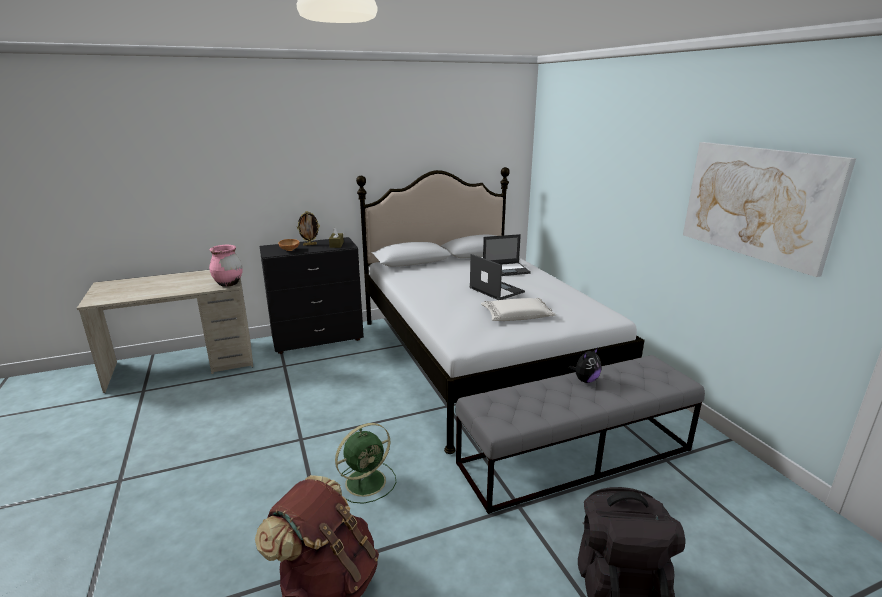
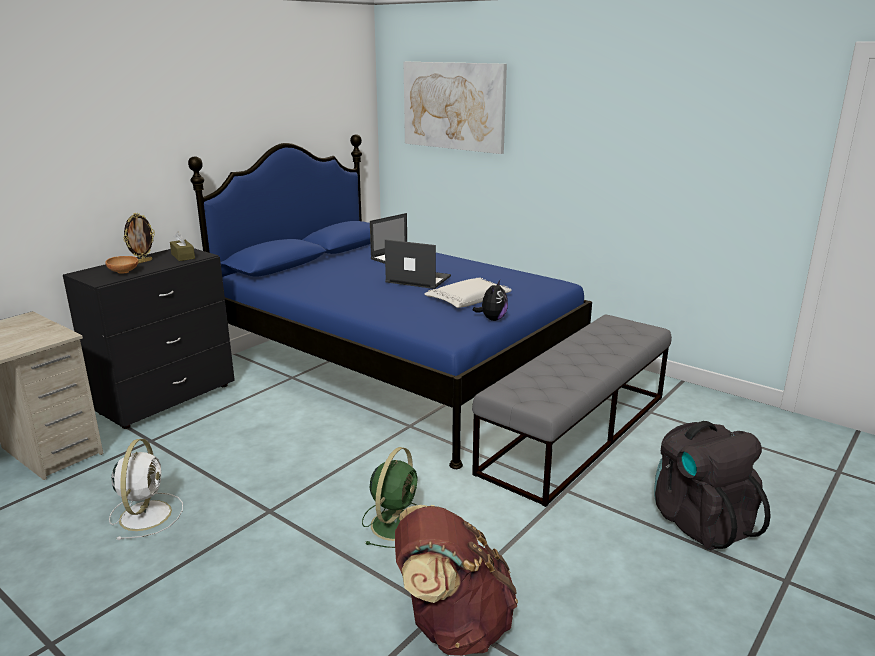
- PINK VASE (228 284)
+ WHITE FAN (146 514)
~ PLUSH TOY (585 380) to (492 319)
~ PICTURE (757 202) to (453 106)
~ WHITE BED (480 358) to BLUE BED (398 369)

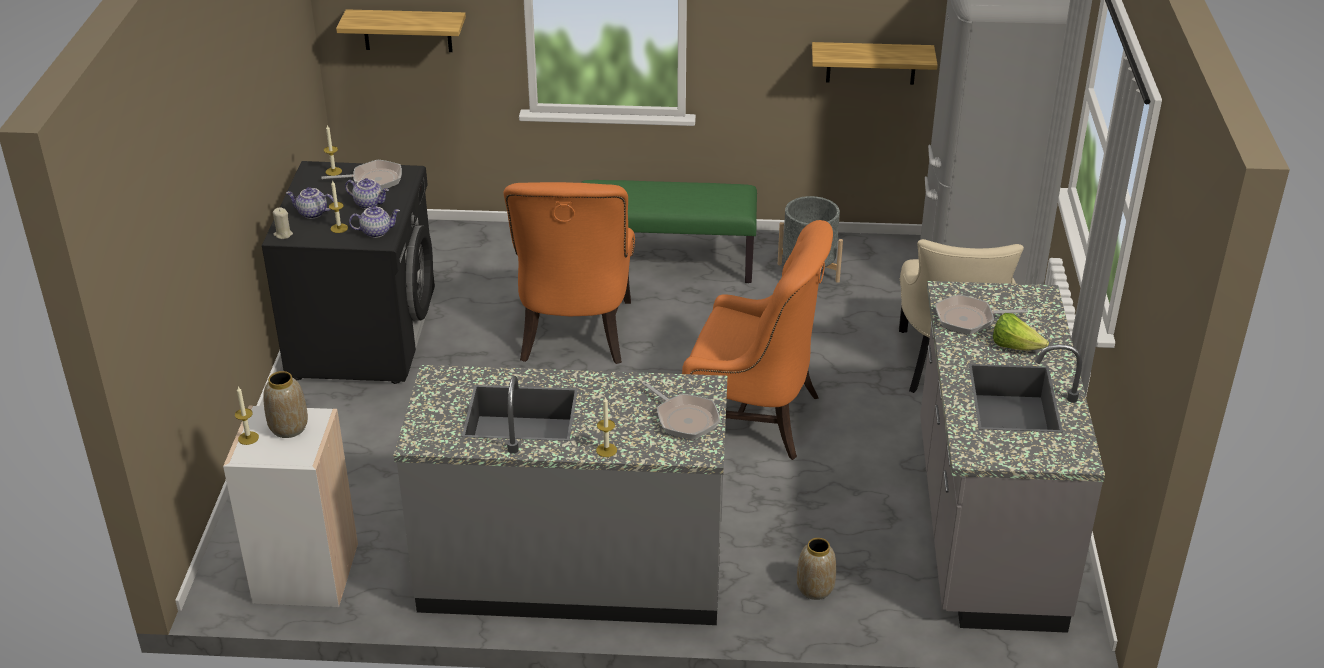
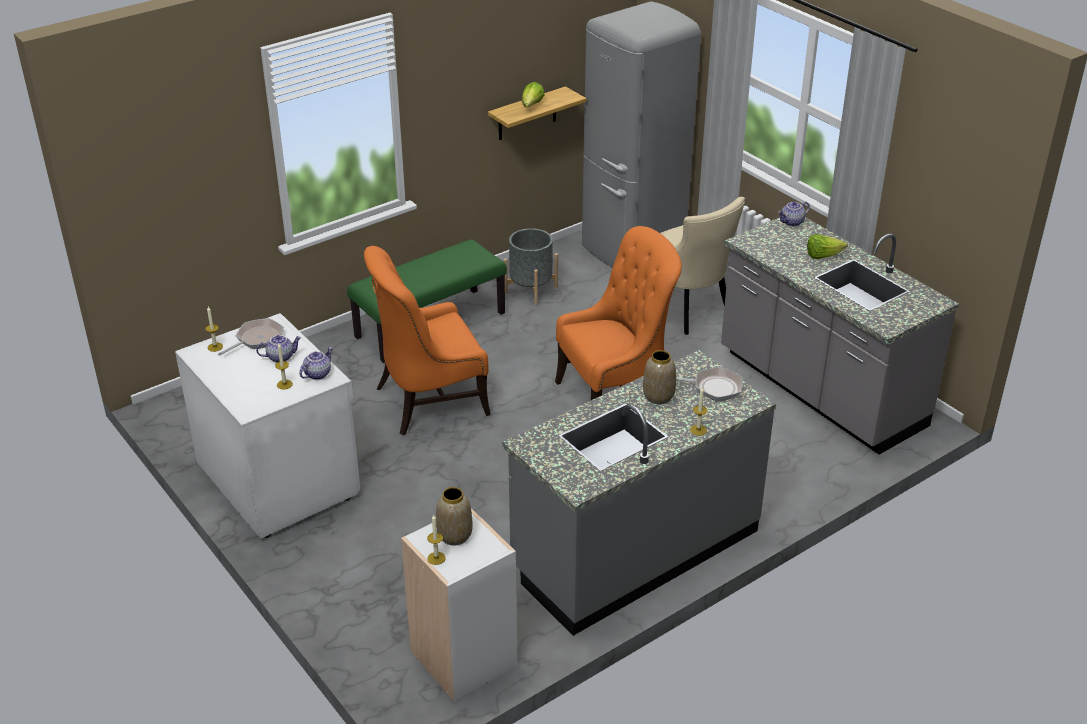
- BEIGE CANDLE (283 234)
- SHELF (407 30)
- FRYING PAN (968 319)
+ LETTUCE (531 106)
~ TEAPOT (312 214) to (792 222)
~ VASE (814 589) to (658 397)
~ BLACK WASHING MACHINE (366 336) to WHITE WASHING MACHINE (280 479)
~ ORANGE CHAIR (575 332) = (430 400) 105 degrees clockwise

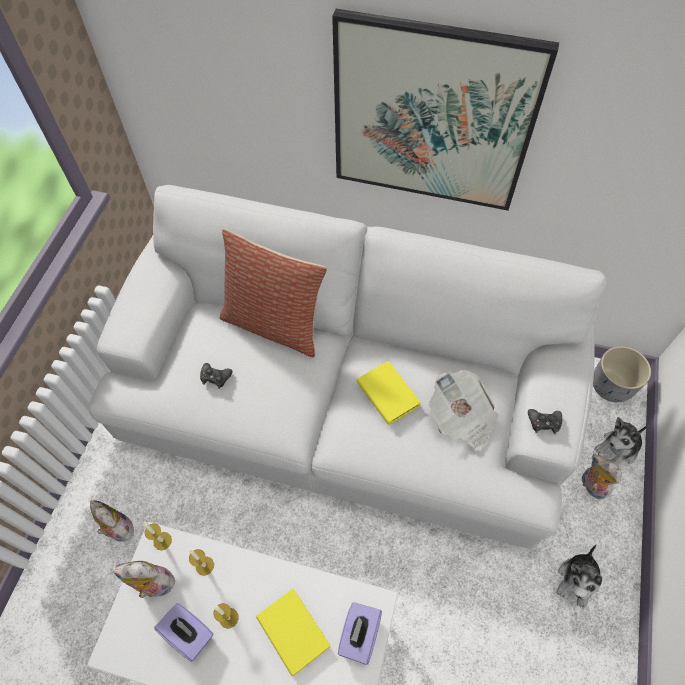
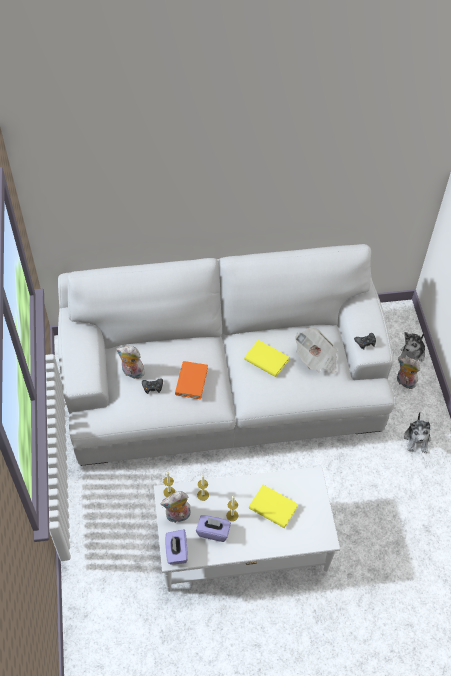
- PILLOW (275 323)
- PICTURE (432 116)
- GREY PLANTER (611 385)
+ ORANGE BOOK (191 381)
~ PLUSH TOY (118 529) to (132 373)
~ PURPLE TISSUE BOX (359 634) to (176 552)

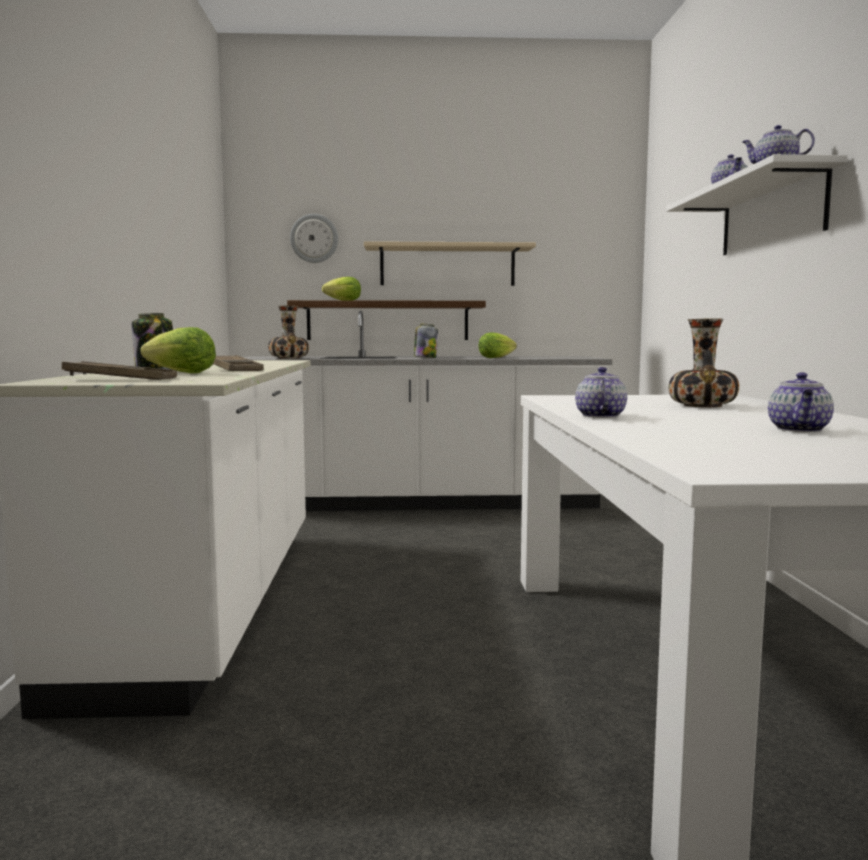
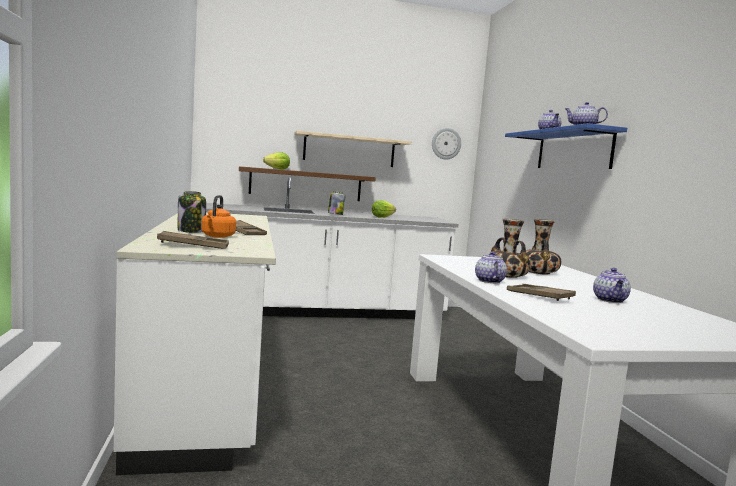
+ BROWN TRAY (539 296)
~ VASE (288 358) to (506 275)
~ WALL CLOCK (314 238) to (446 143)
~ LETTUCE (182 373) to ORANGE KETTLE (217 236)
~ WHITE SHELF (771 214) to BLUE SHELF (573 150)

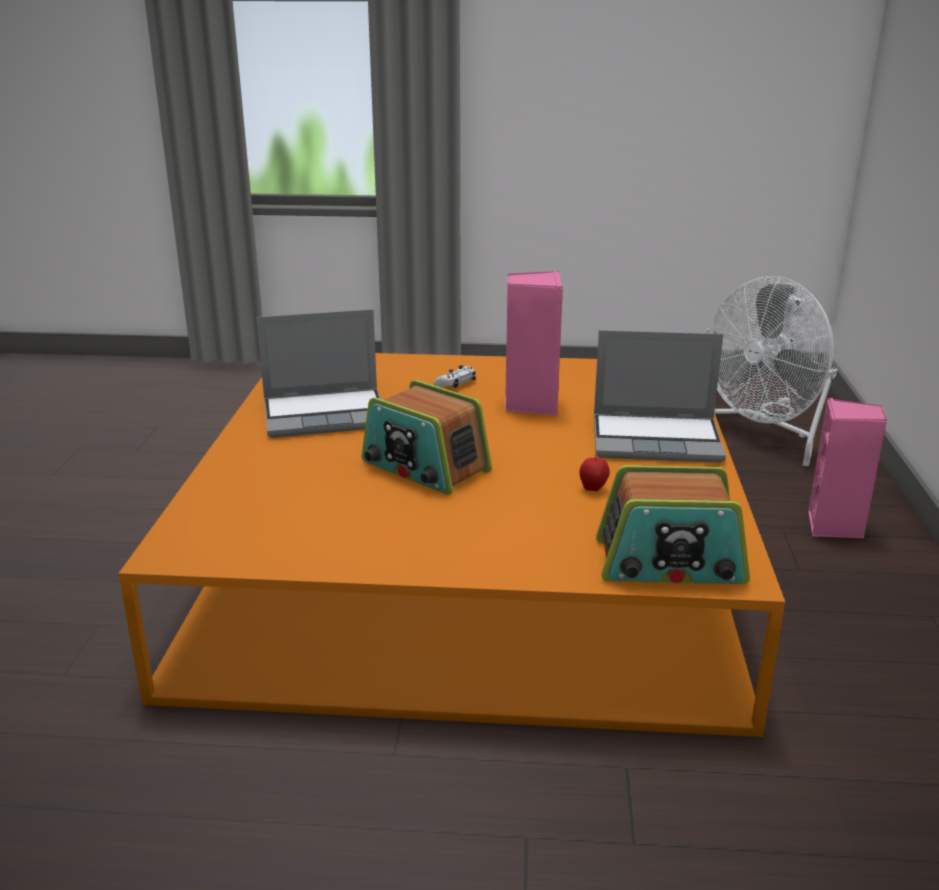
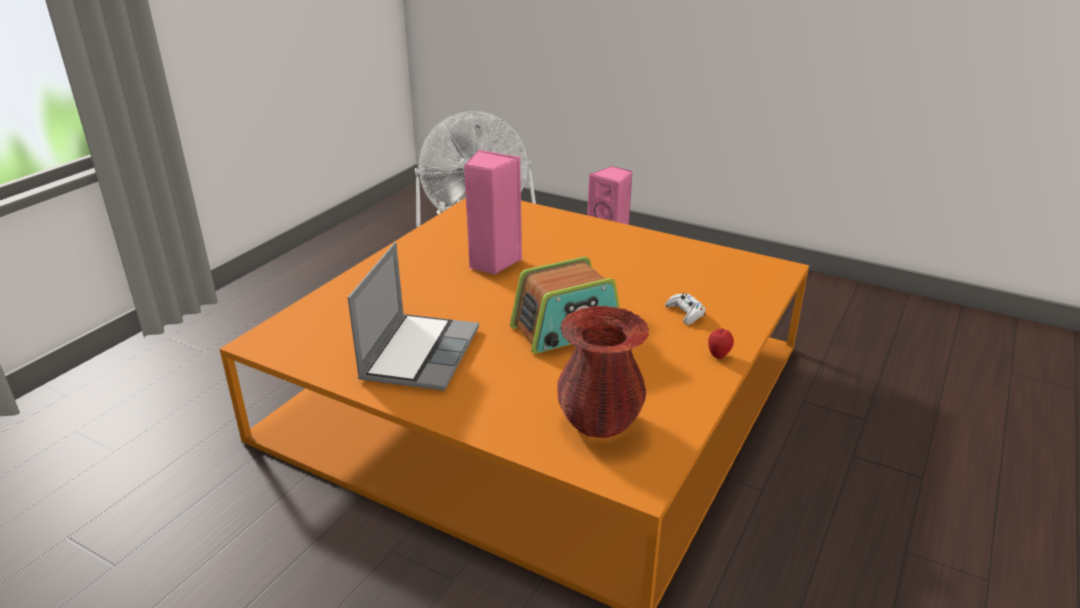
- LAPTOP (657 440)
- RADIO (670 563)
+ RED VASE (600 421)
~ WHITE GAME CONTROLLER (456 383) to (685 313)
~ APPLE (593 489) to (719 355)

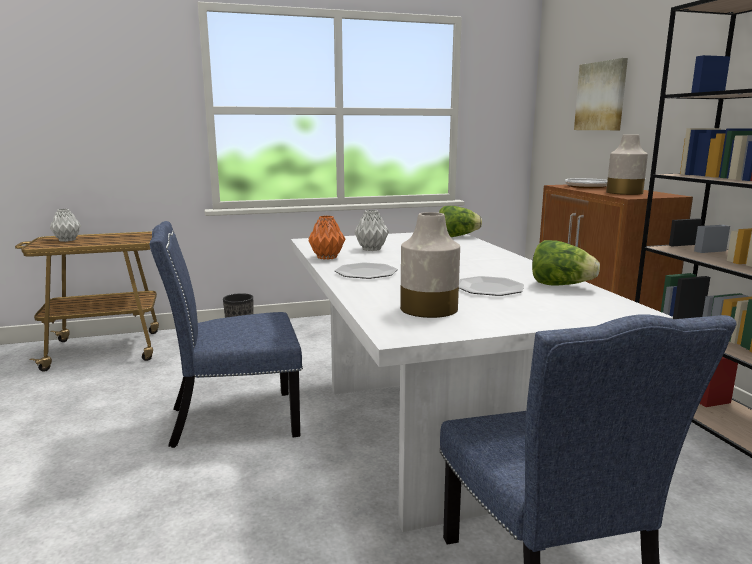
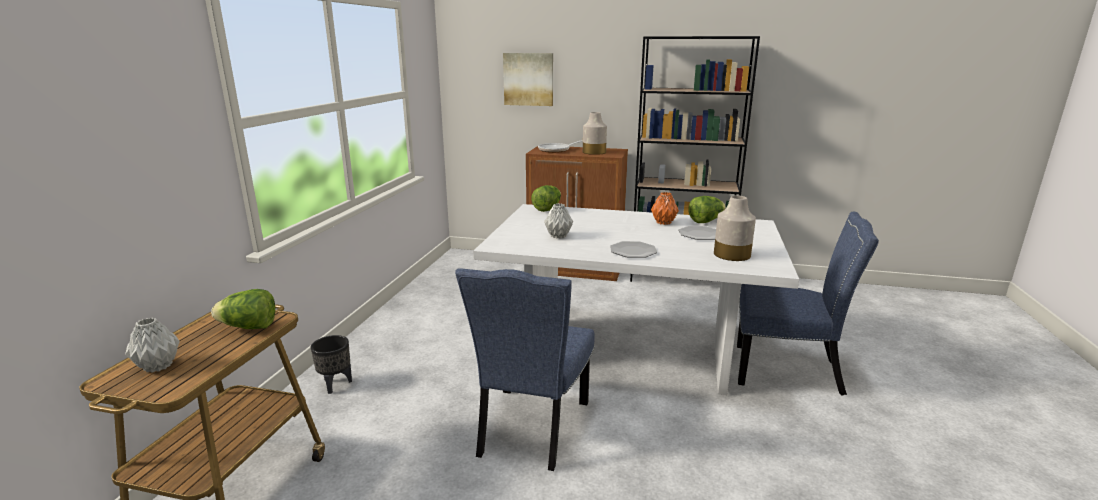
+ LETTUCE (249 327)
~ ORANGE VASE (327 257) to (663 222)

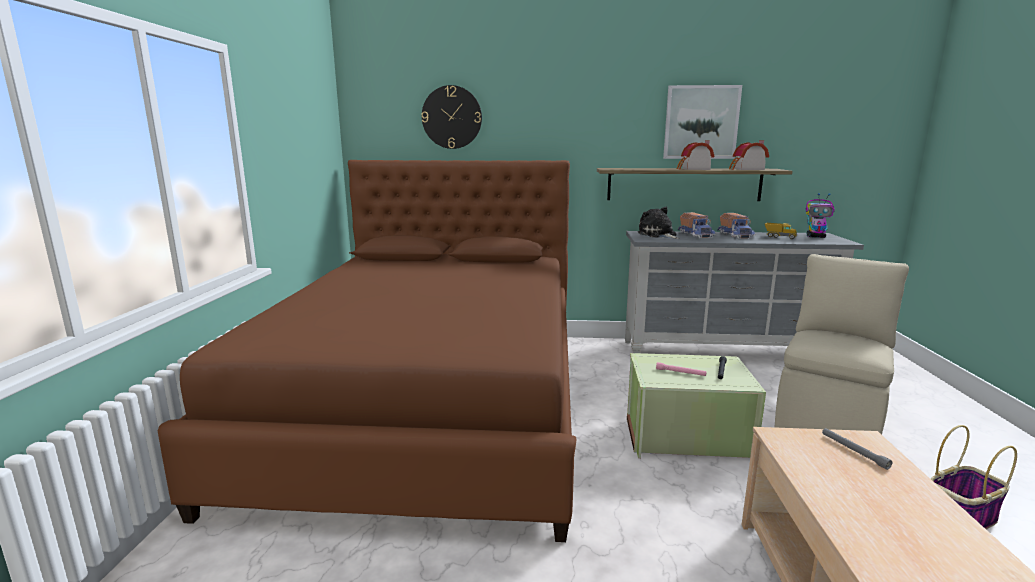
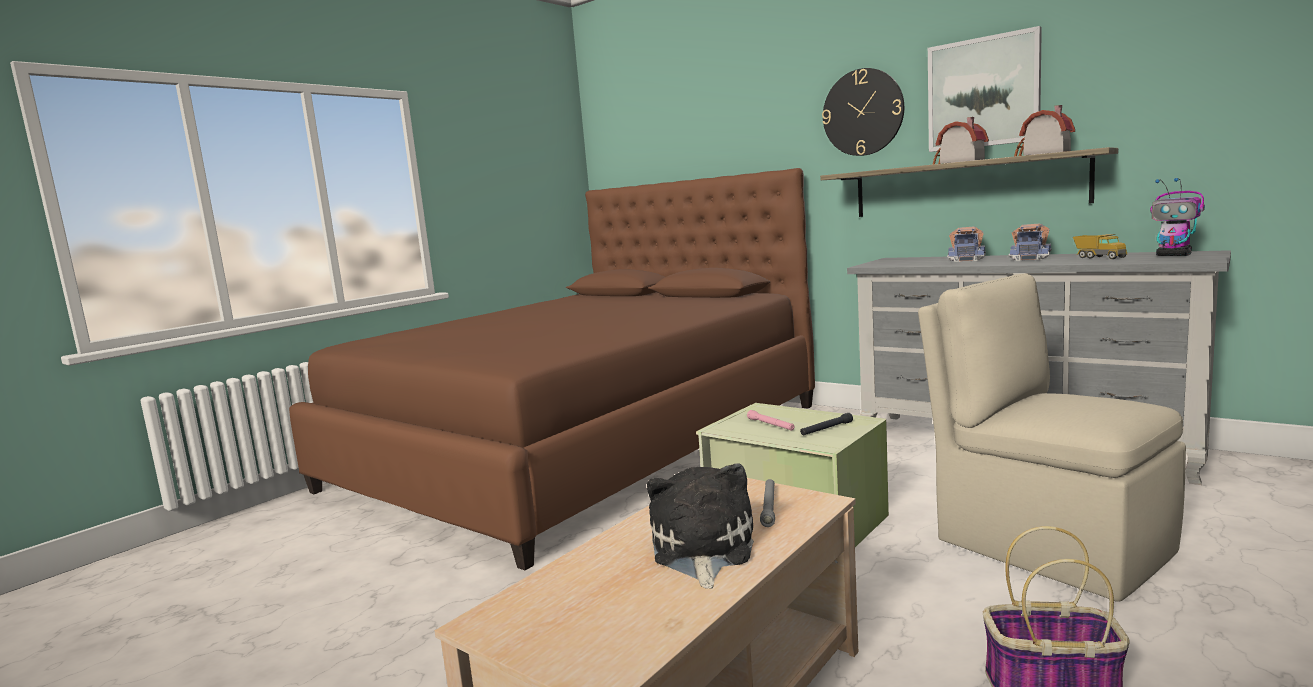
~ WALL CLOCK (452 117) to (863 112)
~ PLUSH TOY (658 235) to (701 550)
~ BEIGE CHAIR (828 421) = (1047 544) 105 degrees counterclockwise

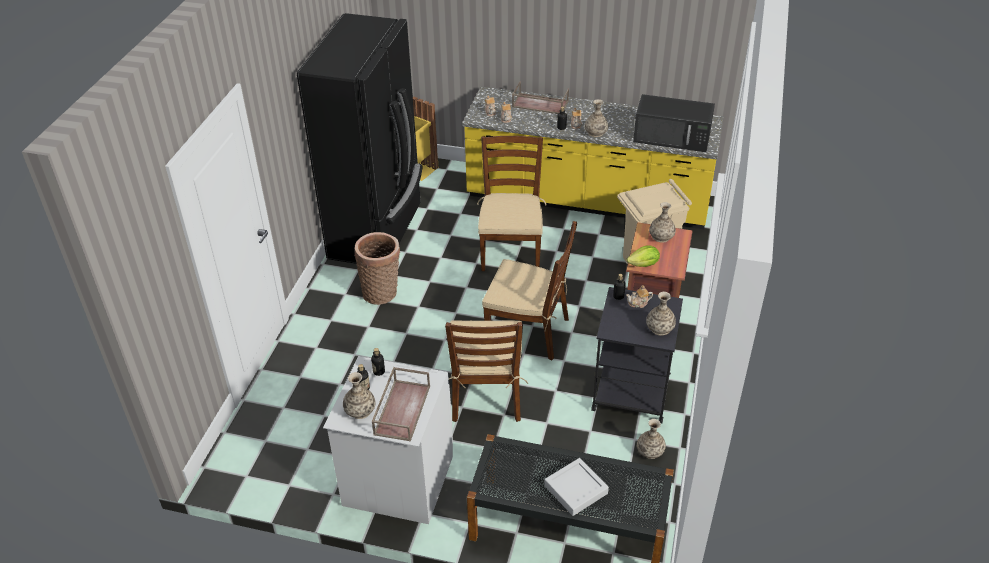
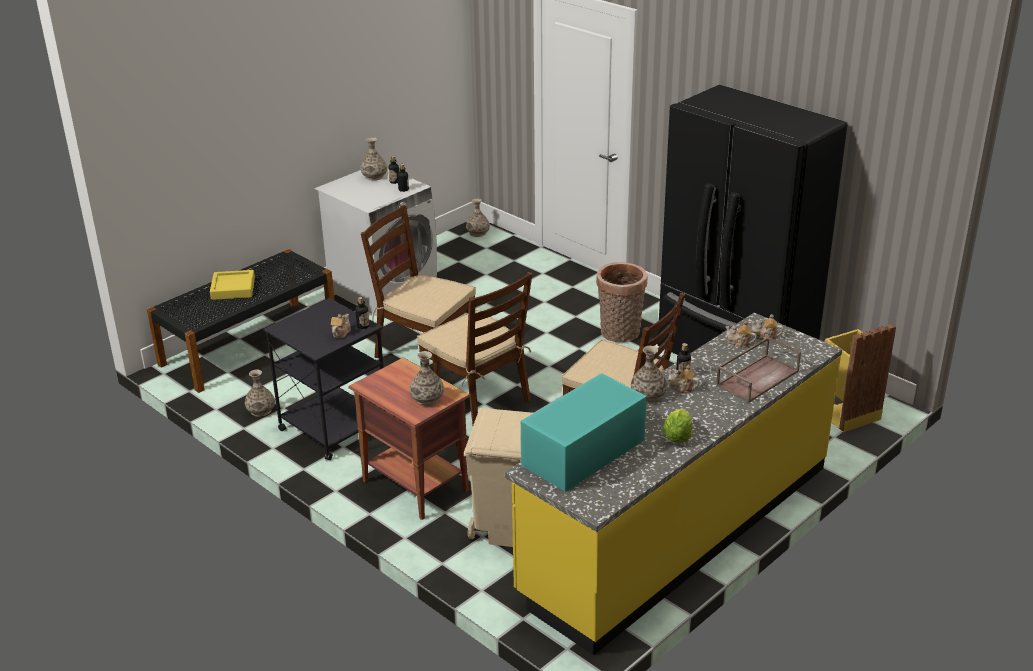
- BROWN TRAY (401 409)
~ LETTUCE (644 265) to (677 436)
~ VASE (660 328) to (477 233)
~ GREY TRAY (576 489) to YELLOW TRAY (233 289)
~ BLACK MICROWAVE (673 137) to TURQUOISE MICROWAVE (582 453)
~ BROWN CHAIR (528 331) = (478 399) 90 degrees counterclockwise

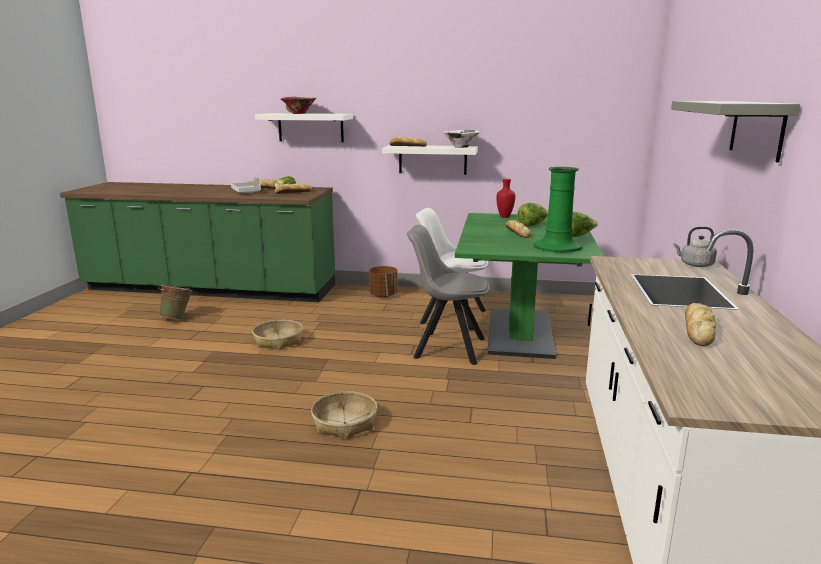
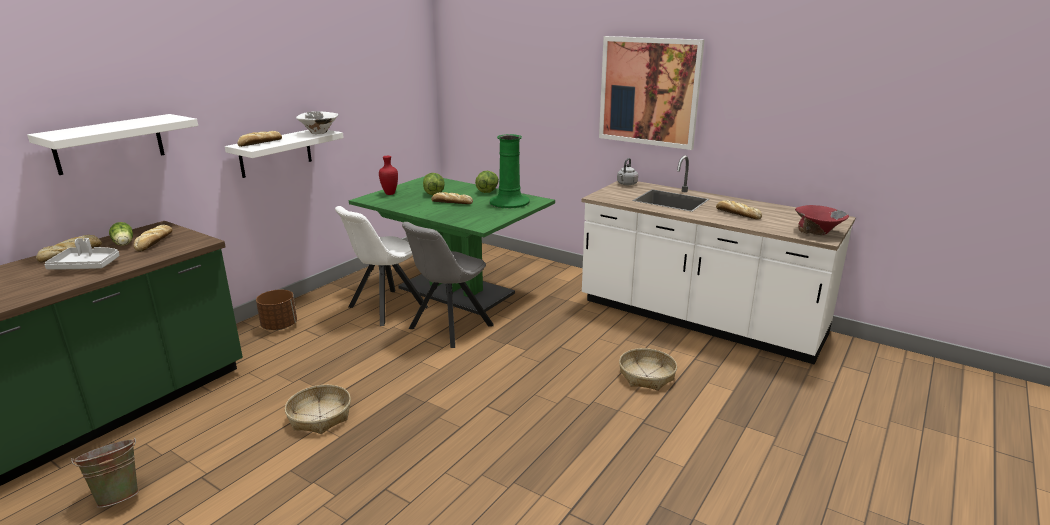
~ RED BOWL (299 114) to (818 232)
~ BASKET (345 423) to (646 376)
~ GREY SHELF (757 129) to PICTURE (649 91)

